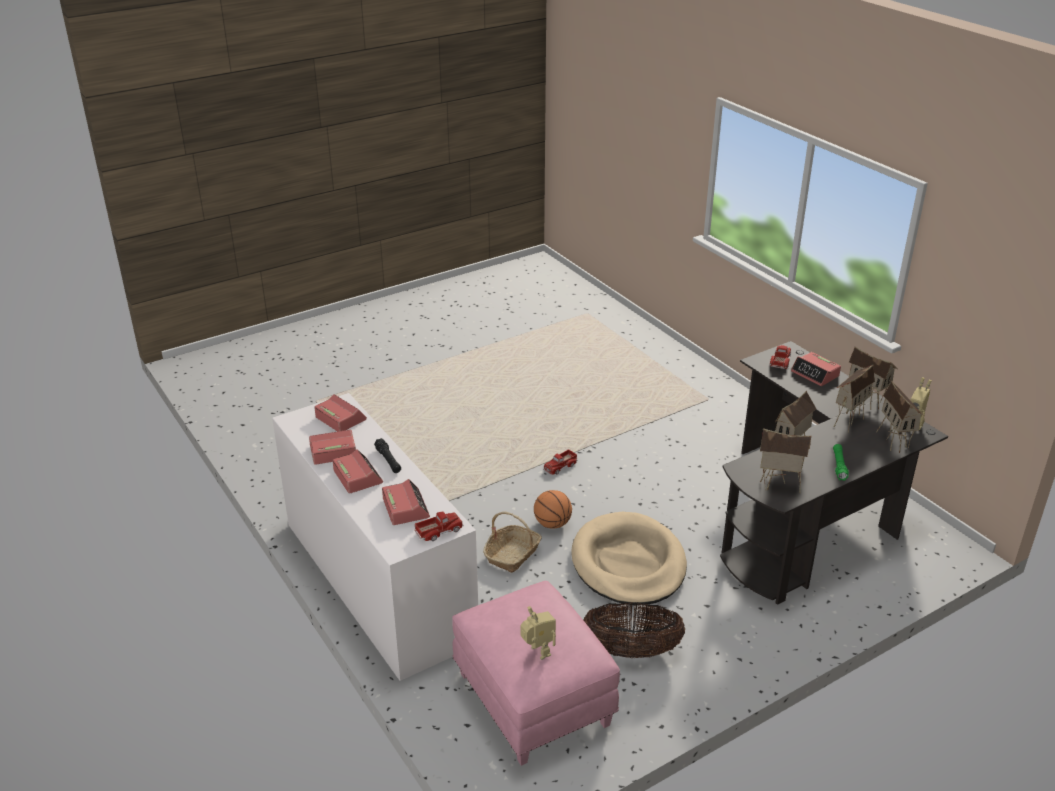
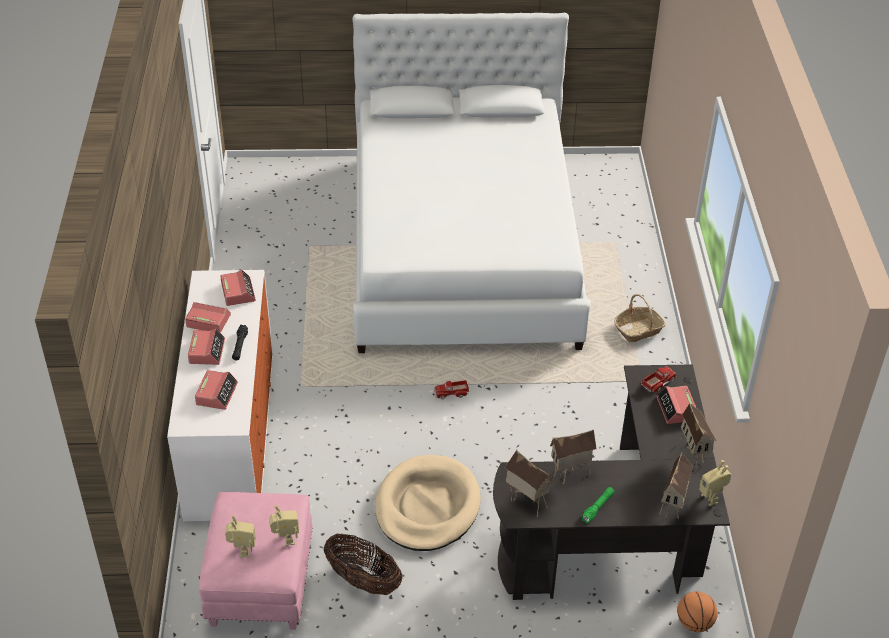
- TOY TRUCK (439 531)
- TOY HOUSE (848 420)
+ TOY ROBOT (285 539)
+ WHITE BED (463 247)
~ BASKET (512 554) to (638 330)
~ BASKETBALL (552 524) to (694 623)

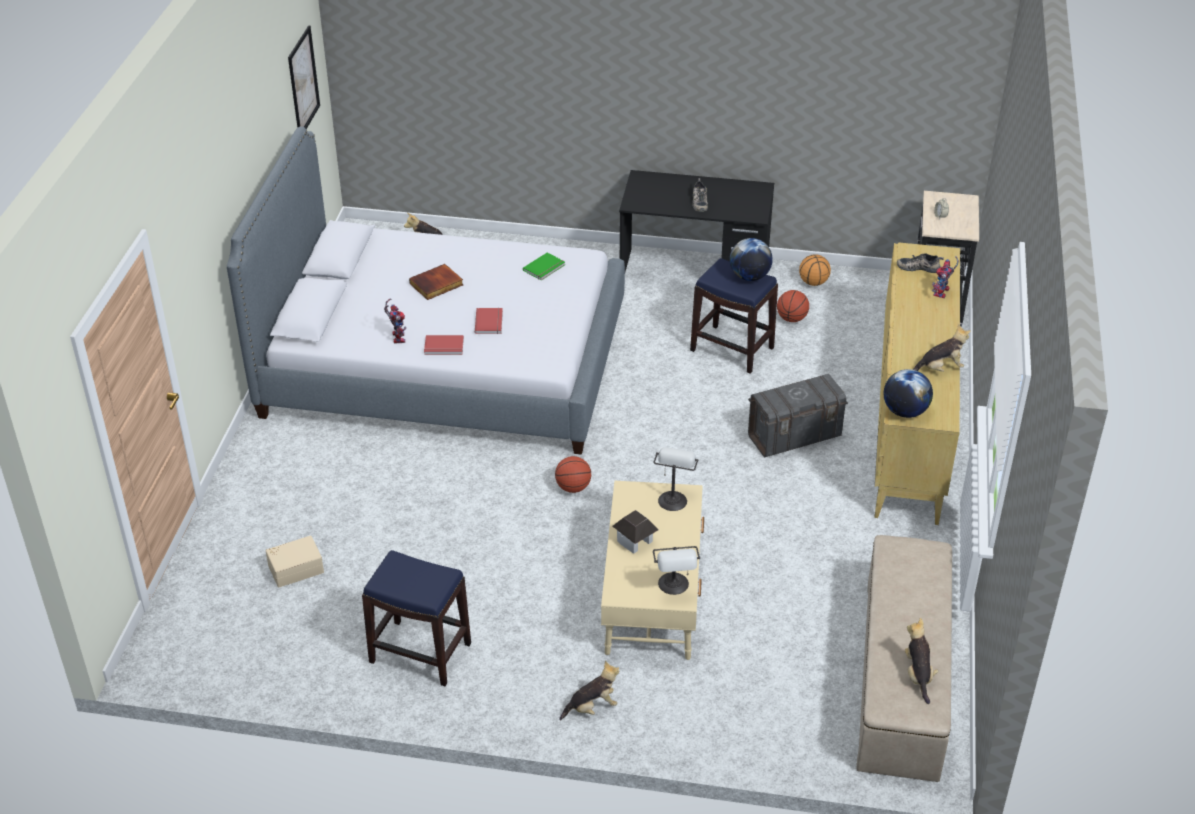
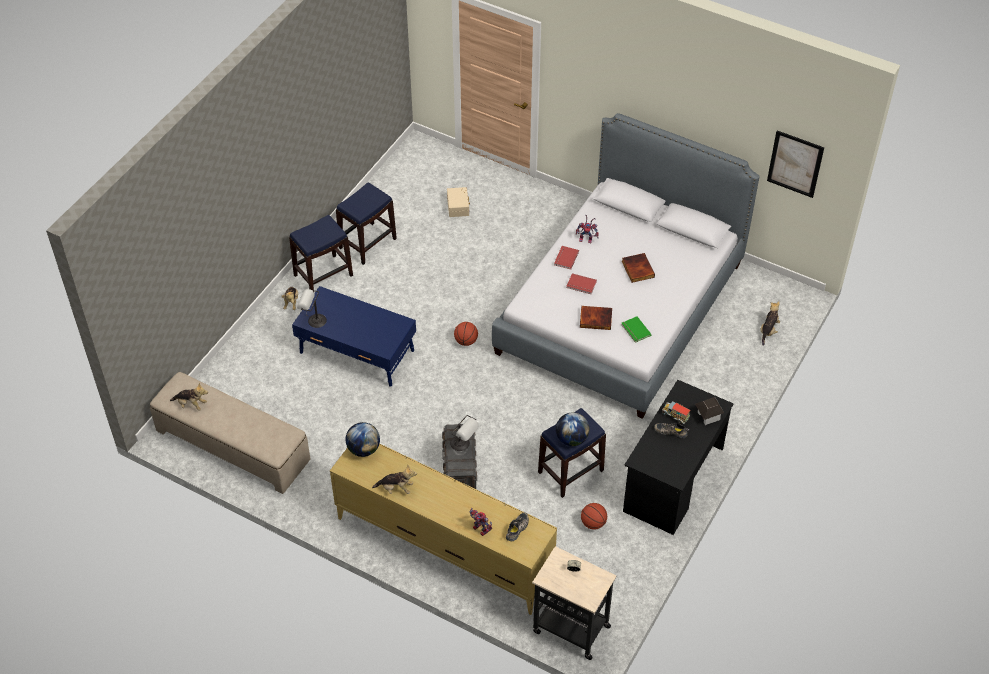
- BASKETBALL (813 282)
+ STOOL (323 275)
+ BOOK (596 318)
+ TOY TRUCK (675 416)
~ TOY HOUSE (635 541) to (708 416)
~ TABLE LAMP (673 496) to (463 444)
~ BEIGE COFFEE TABLE (652 594) to BLUE COFFEE TABLE (357 352)
~ PLUSH TOY (940 368) = (396 488) 90 degrees counterclockwise

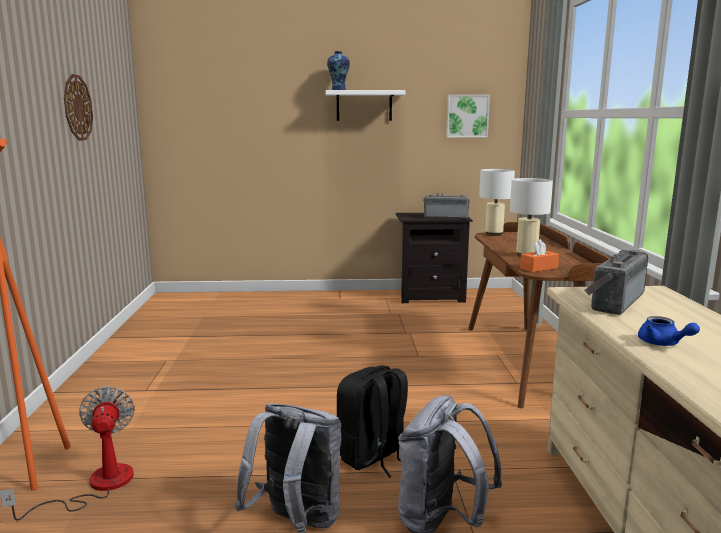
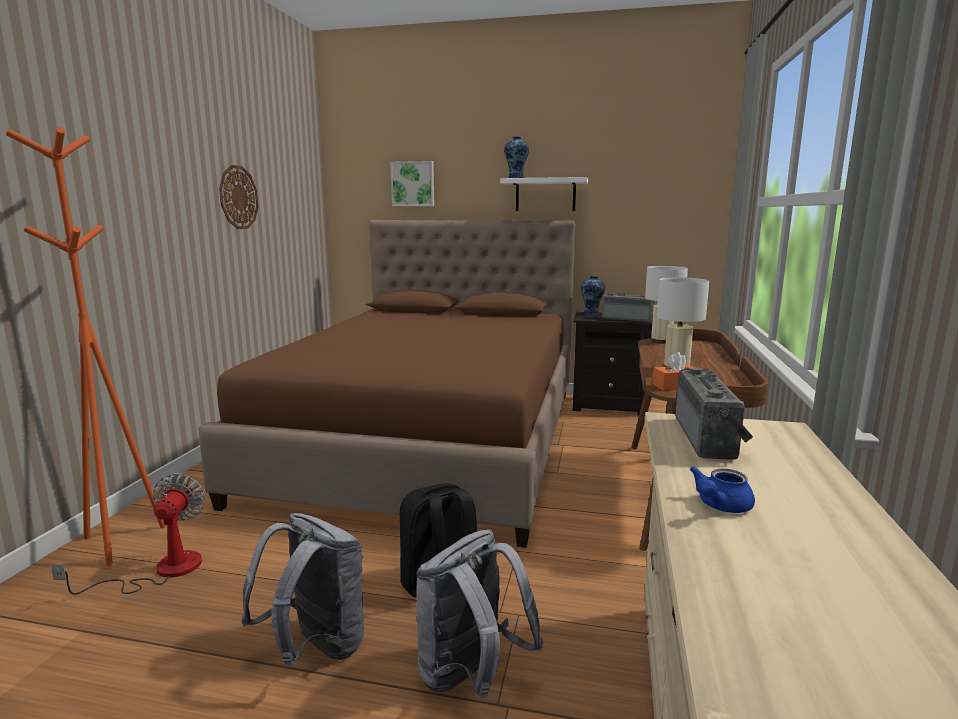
+ BROWN BED (431 439)
+ VASE (592 314)
~ PICTURE (467 116) to (413 184)
~ RADIO (612 301) = (710 438) 135 degrees clockwise
~ BLUE TEAPOT (663 344) = (720 506) 60 degrees clockwise

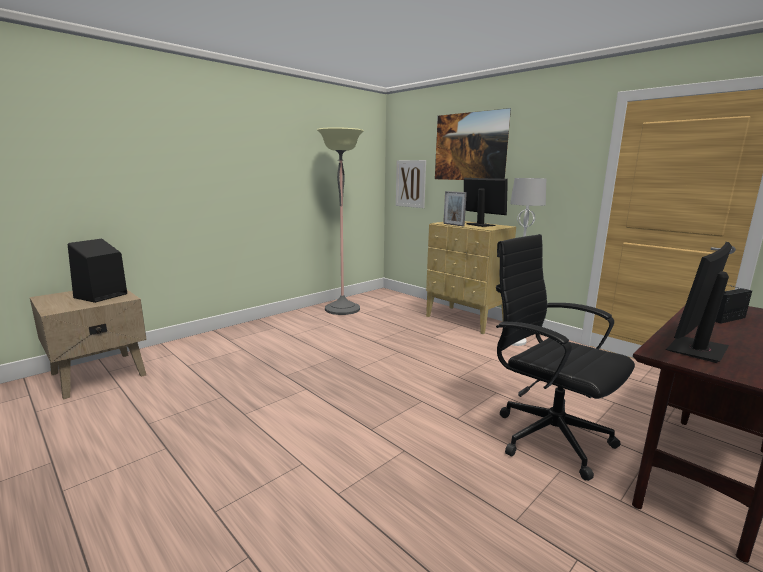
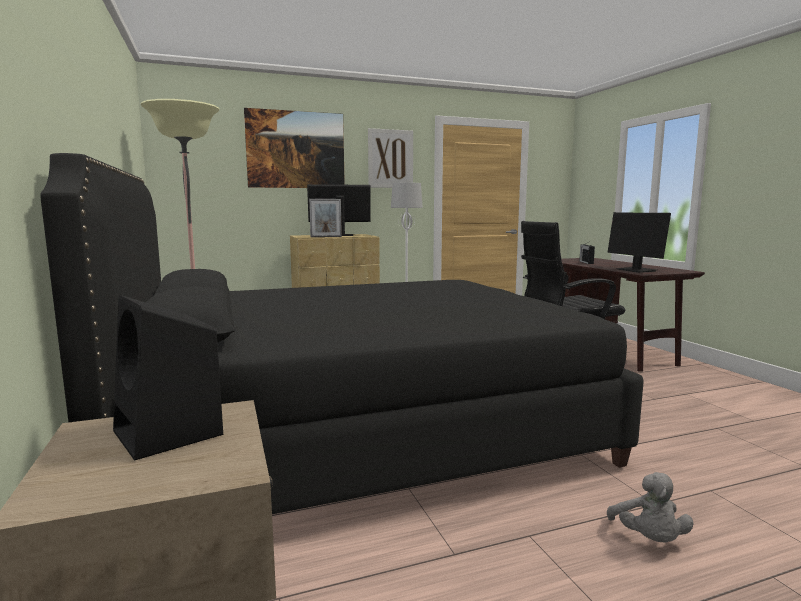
+ BLACK BED (358 433)
+ GREY PLUSH TOY (648 539)
~ PICTURE (410 183) to (390 159)

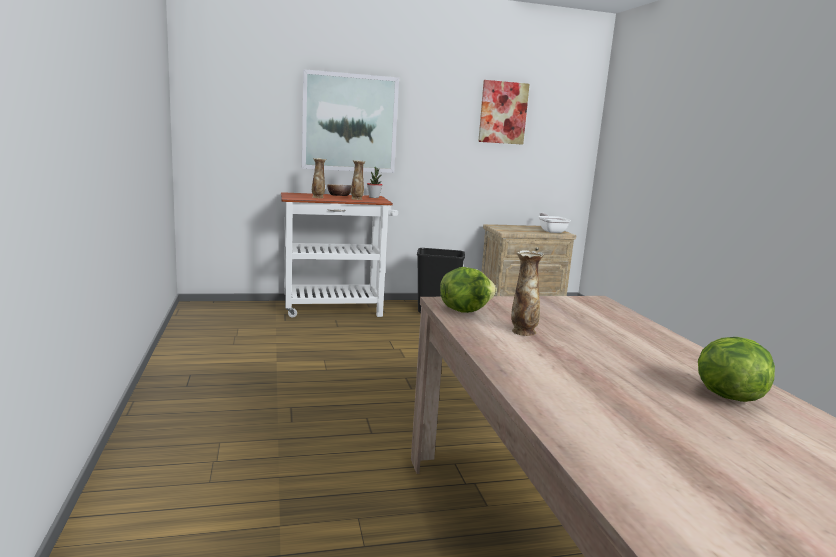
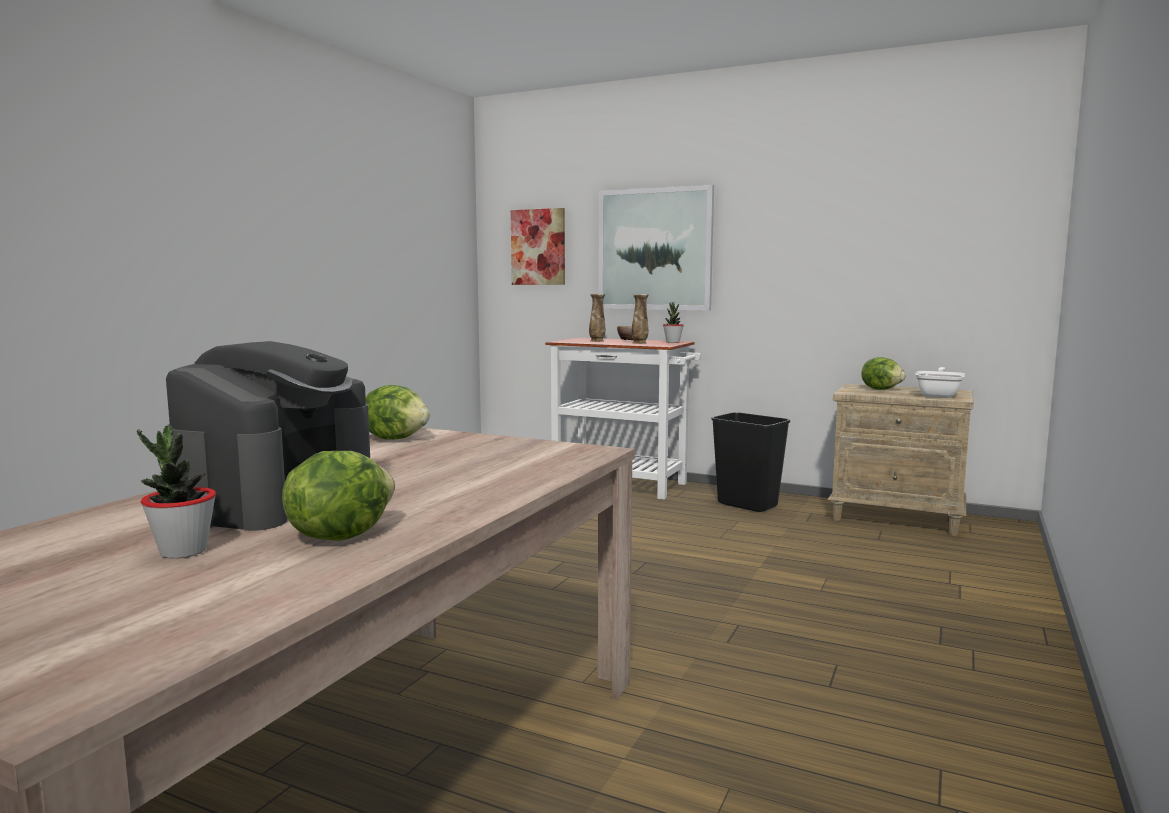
- VASE (523 332)
+ POTTED PLANT (183 552)
+ COFFEE MACHINE (280 498)
+ LETTUCE (881 389)
~ PICTURE (503 112) to (538 247)

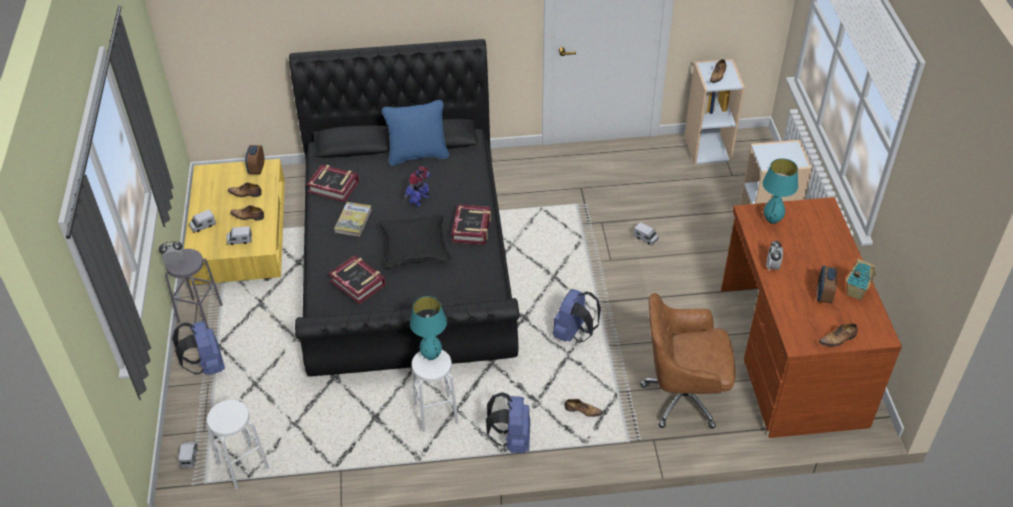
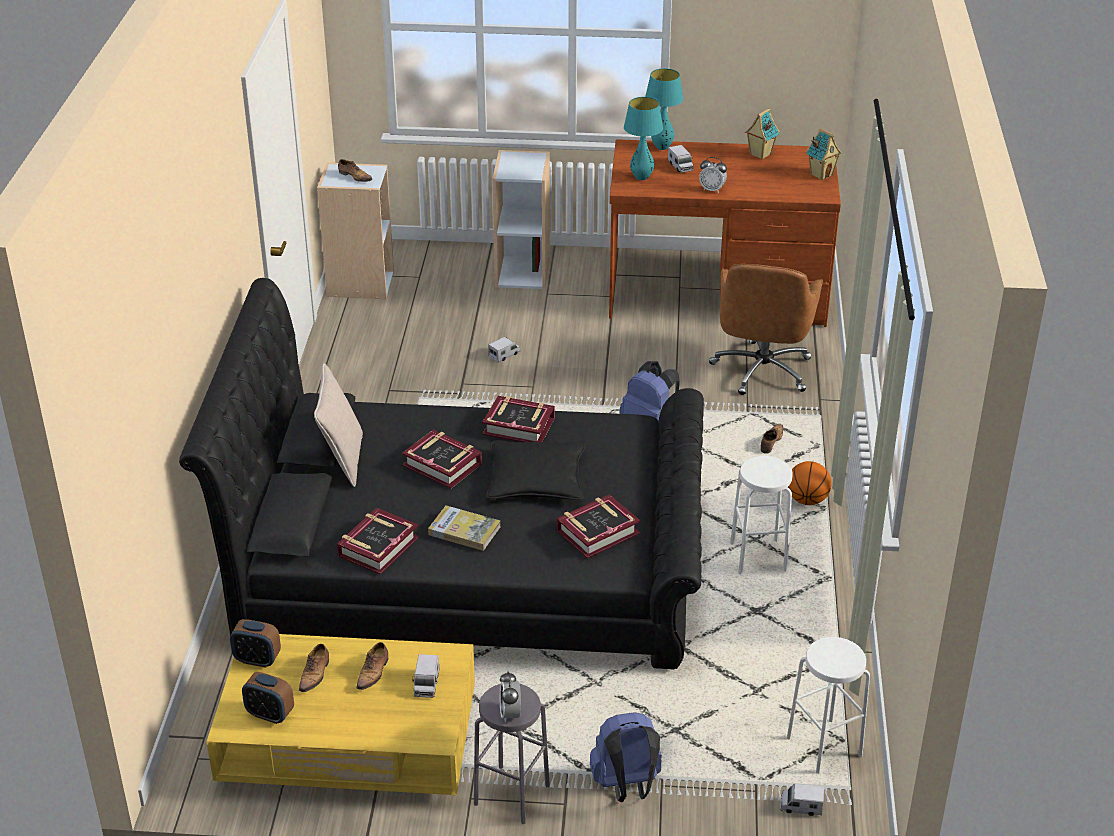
~ TOY TRUCK (203 226) to (680 166)
~ TURQUOISE TABLE LAMP (431 356) to (662 147)
~ ALARM CLOCK (824 295) to (270 714)
~ TOY ROBOT (420 199) to BOOK (442 465)
~ BLUE BACKPACK (512 439) to BASKETBALL (807 500)
~ SHOE (838 339) to TOY HOUSE (821 174)
~ BLUE PILLOW (417 155) to BEIGE PILLOW (342 460)

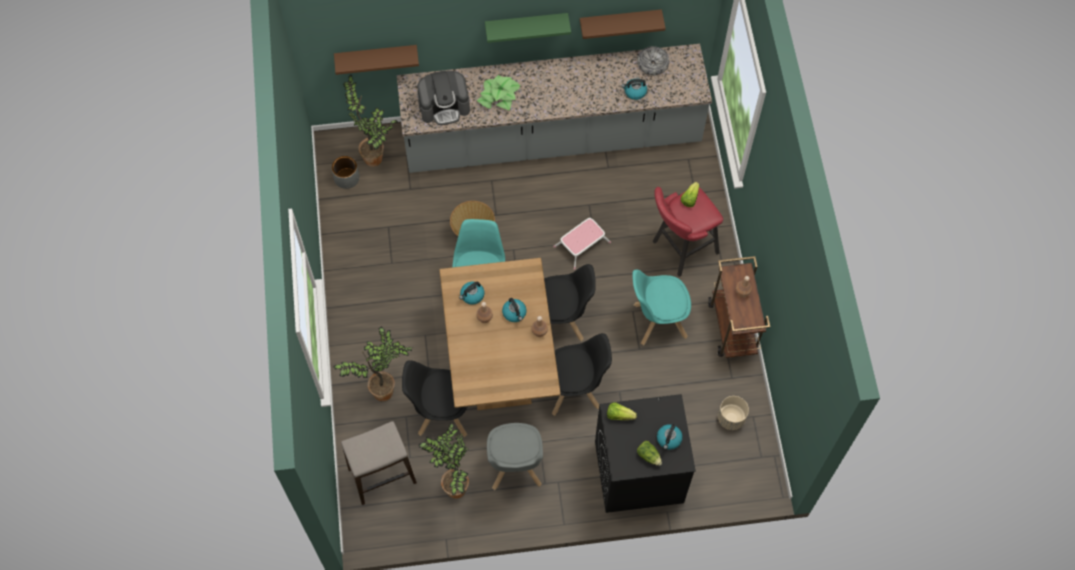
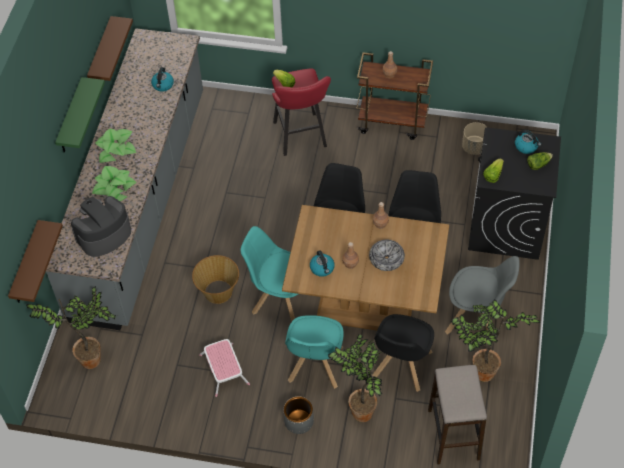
- KETTLE (514 313)
+ POTTED PLANT (116 149)
~ GREY PLANTER (347 178) to (298 421)
~ PINK STEP LADDER (582 244) to (224 369)
~ TURQUOISE CHAIR (657 321) to (315 367)
~ BOWL (653 63) to (386 258)
~ COFFEE MACHINE (444 106) = (103 235) 135 degrees counterclockwise

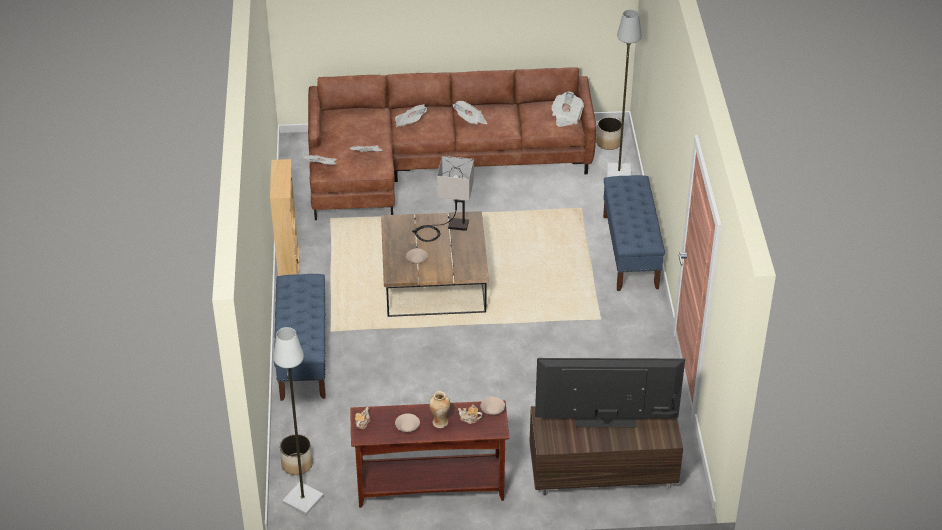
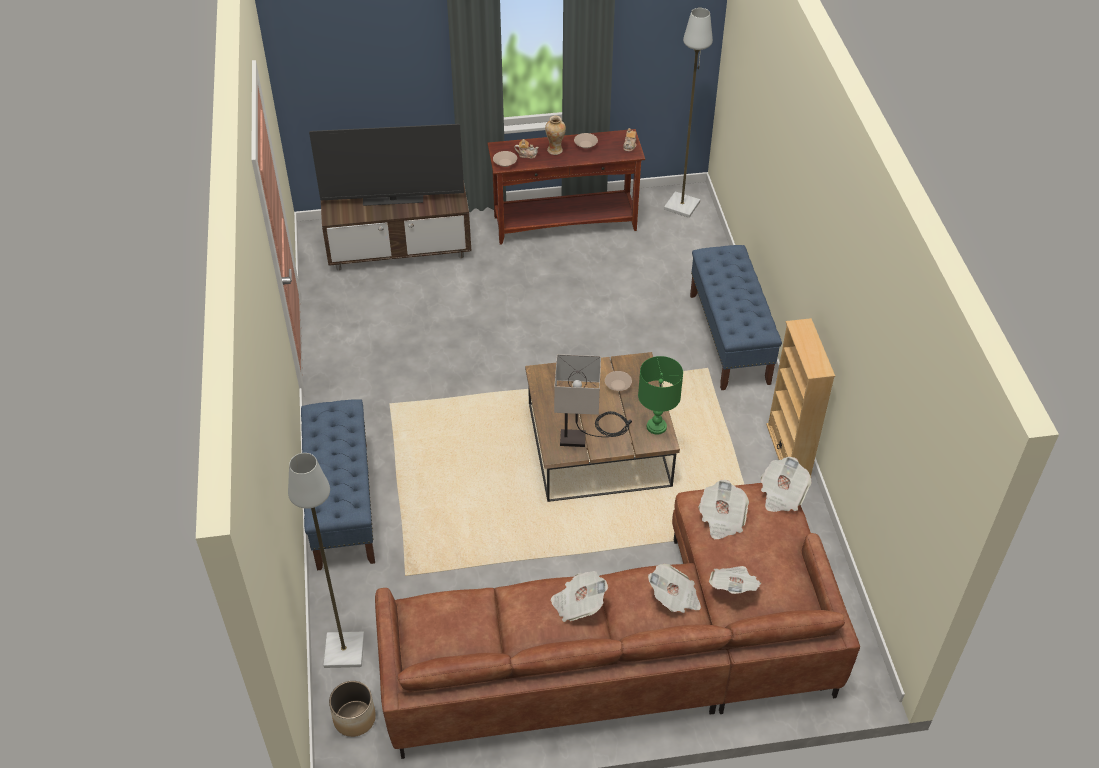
- PLANTER (297 464)
+ GREEN TABLE LAMP (656 427)
~ NEWSPAPER (566 117) to (733 587)

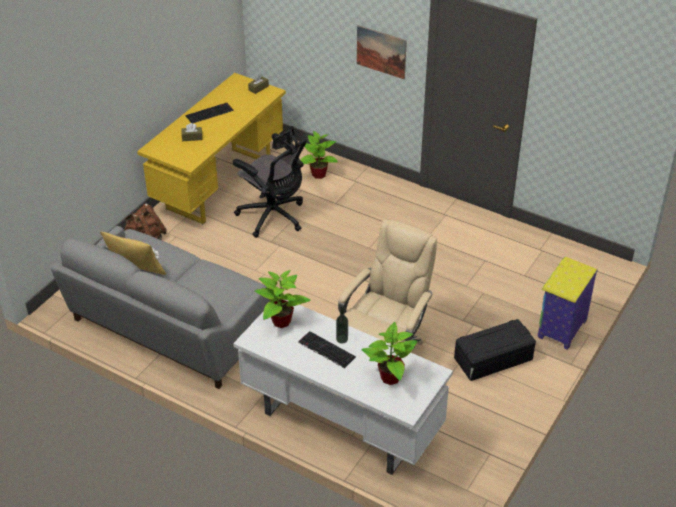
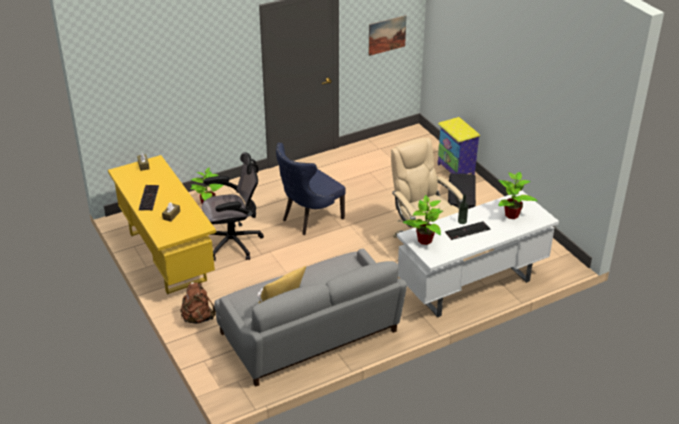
+ BLUE CHAIR (309 219)
~ PICTURE (381 52) to (387 35)

